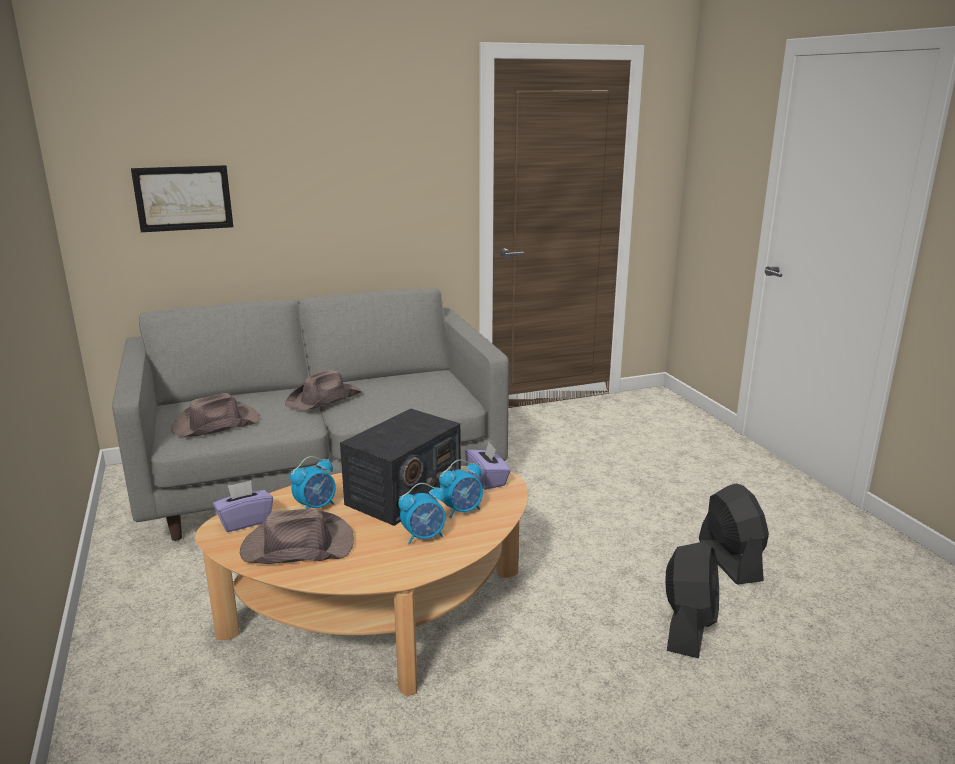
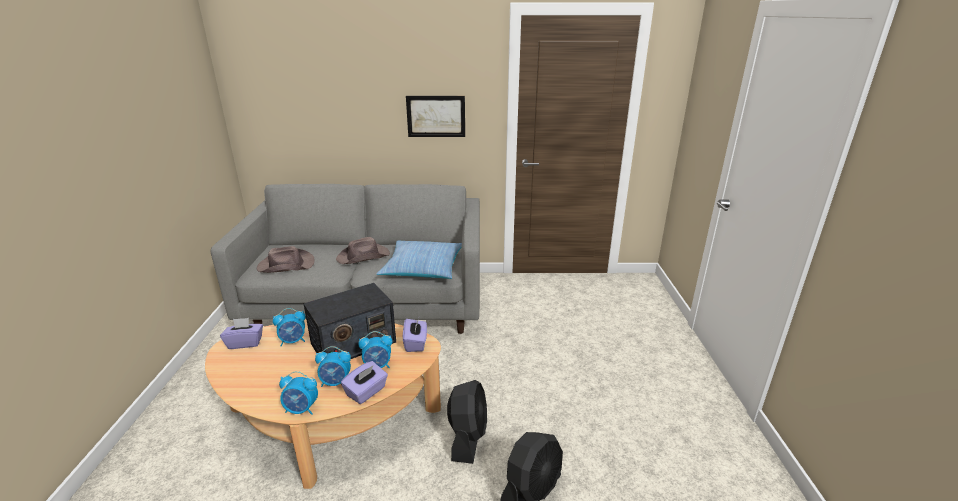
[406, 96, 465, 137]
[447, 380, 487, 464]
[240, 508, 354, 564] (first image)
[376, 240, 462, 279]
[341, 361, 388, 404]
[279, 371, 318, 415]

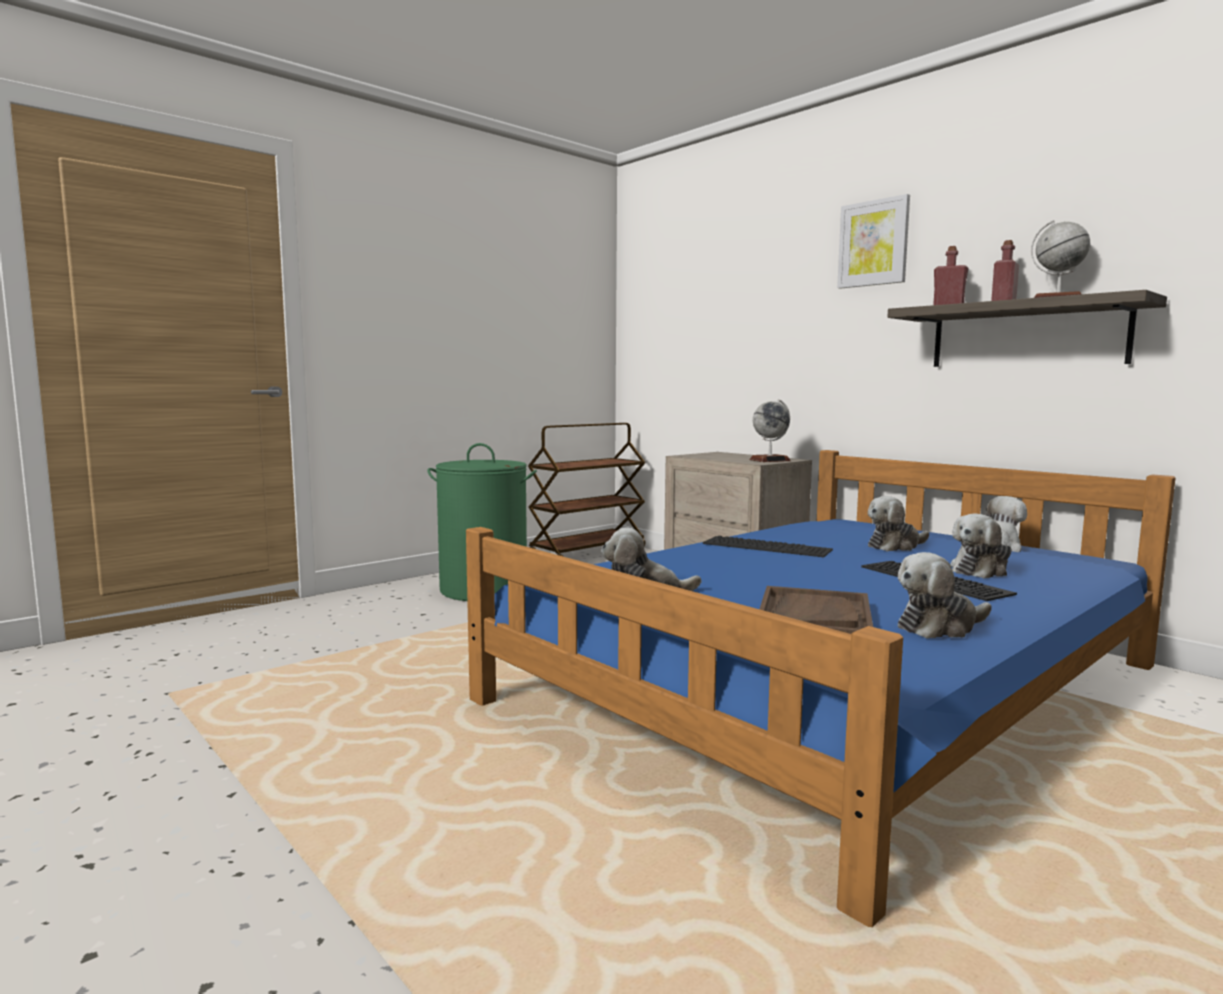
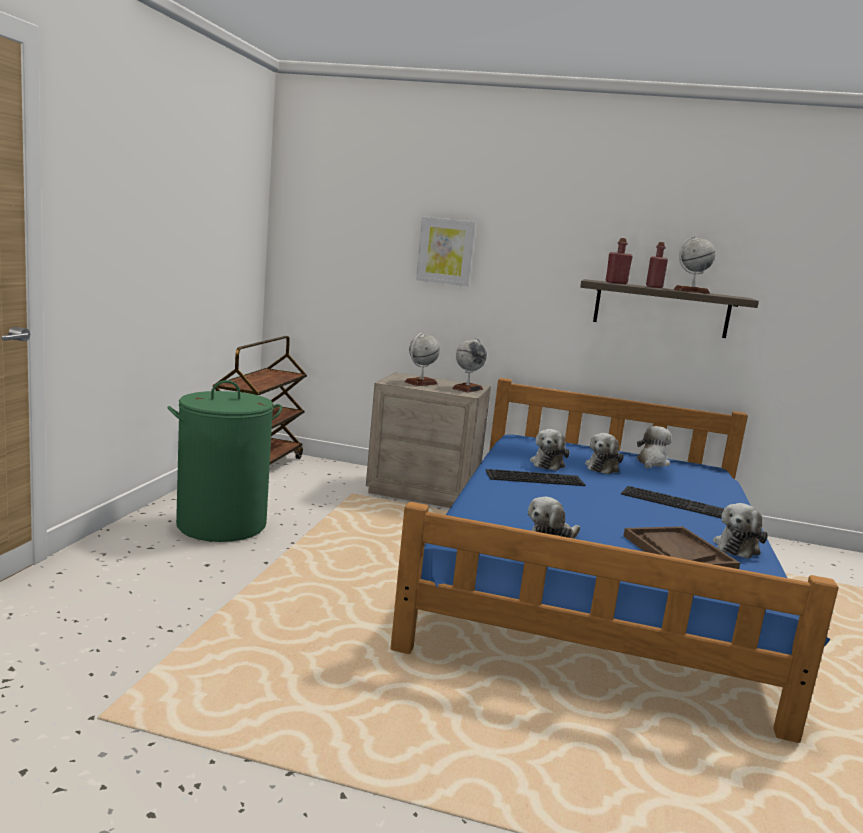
[416, 217, 476, 286]
[530, 429, 570, 471]
[405, 333, 440, 386]

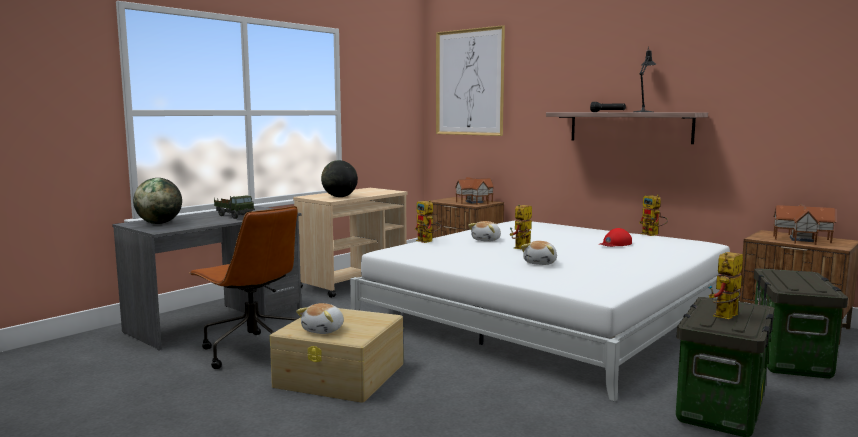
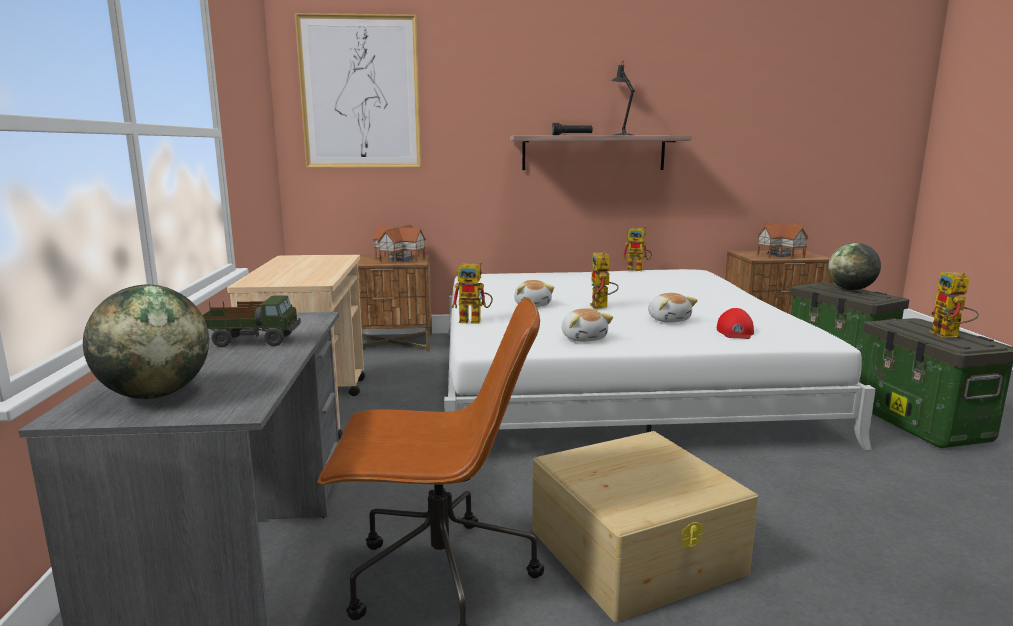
[828, 243, 881, 290]
[717, 308, 754, 339]
[562, 308, 613, 342]

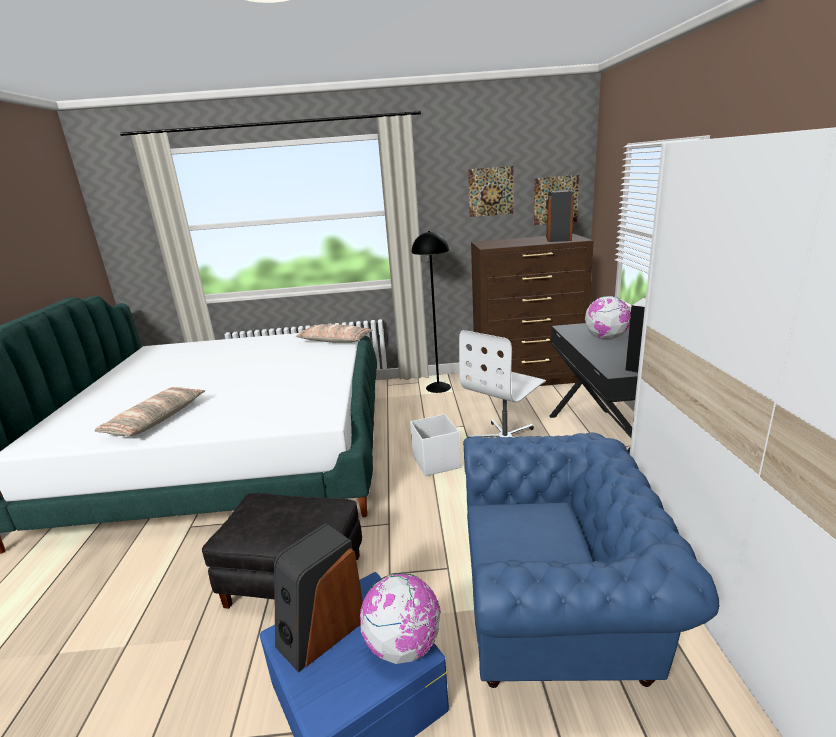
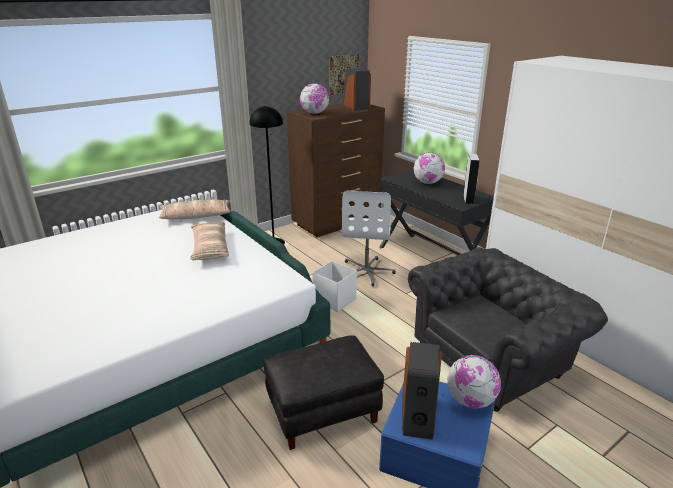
[468, 166, 513, 217] (first image)
[190, 222, 229, 260]
[408, 247, 608, 412]
[300, 84, 329, 114]

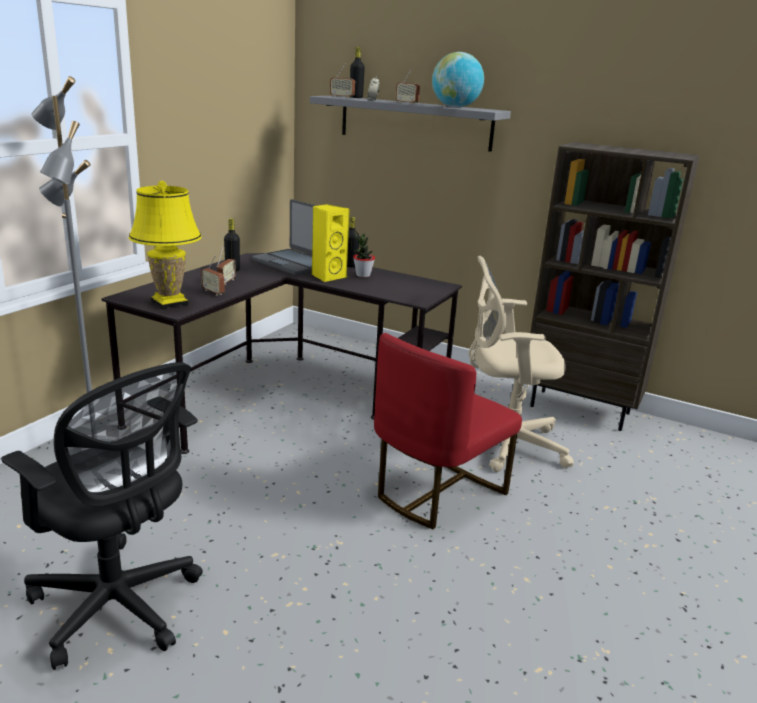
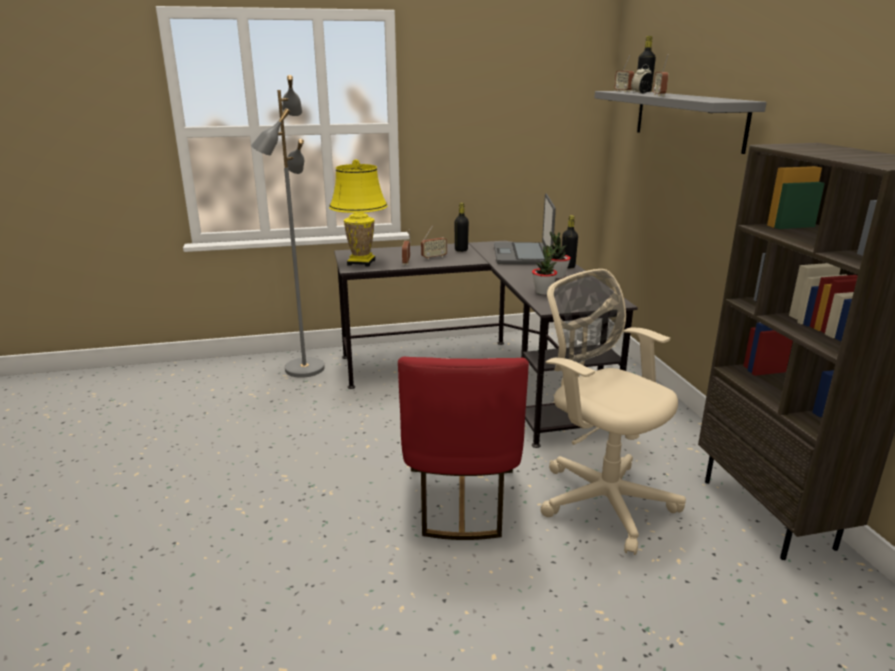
[432, 52, 484, 107] (first image)
[312, 204, 350, 282] (first image)
[398, 357, 529, 540]
[1, 362, 203, 670] (first image)
[532, 245, 558, 295]

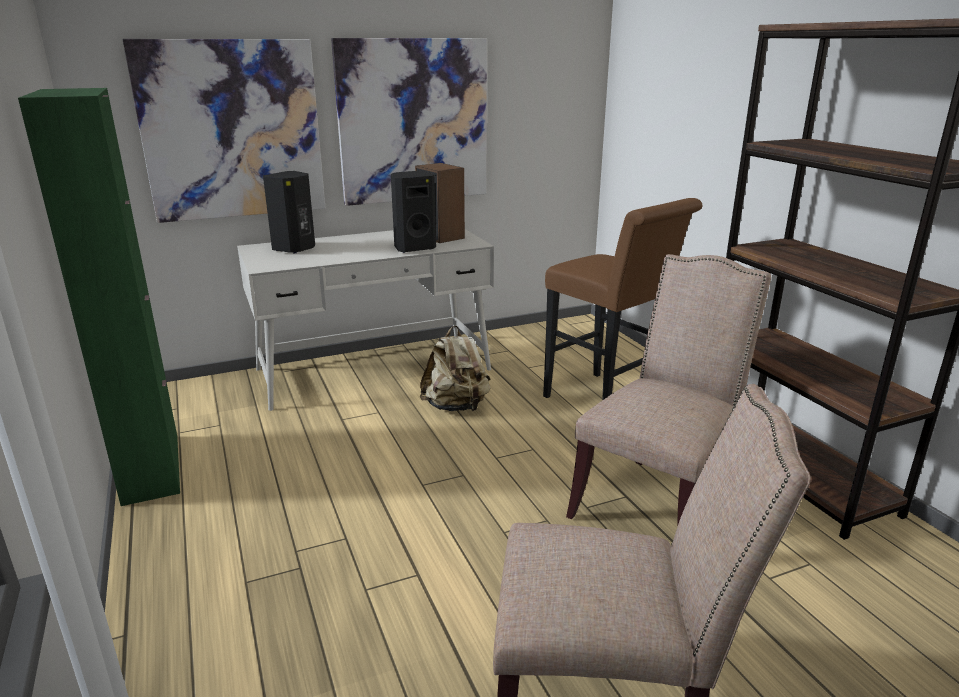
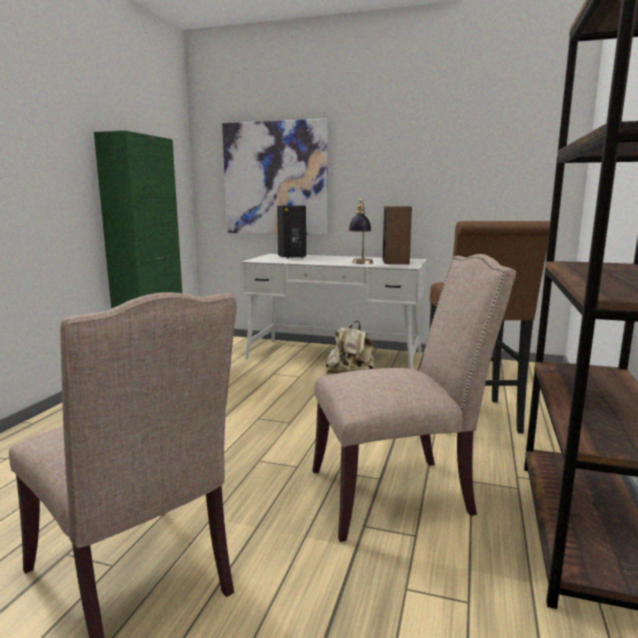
[331, 38, 487, 206] (first image)
[348, 199, 373, 264]

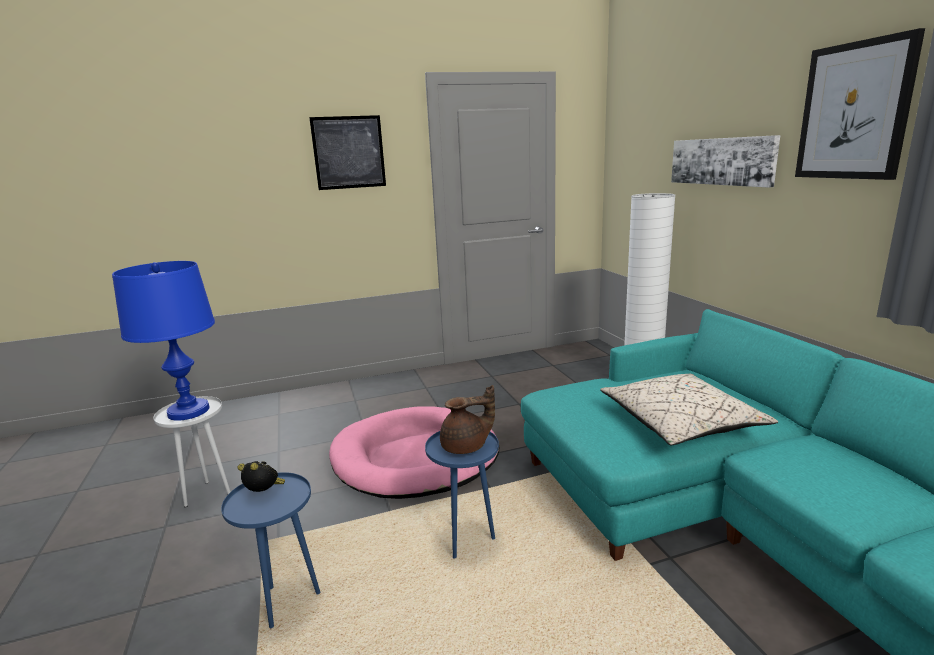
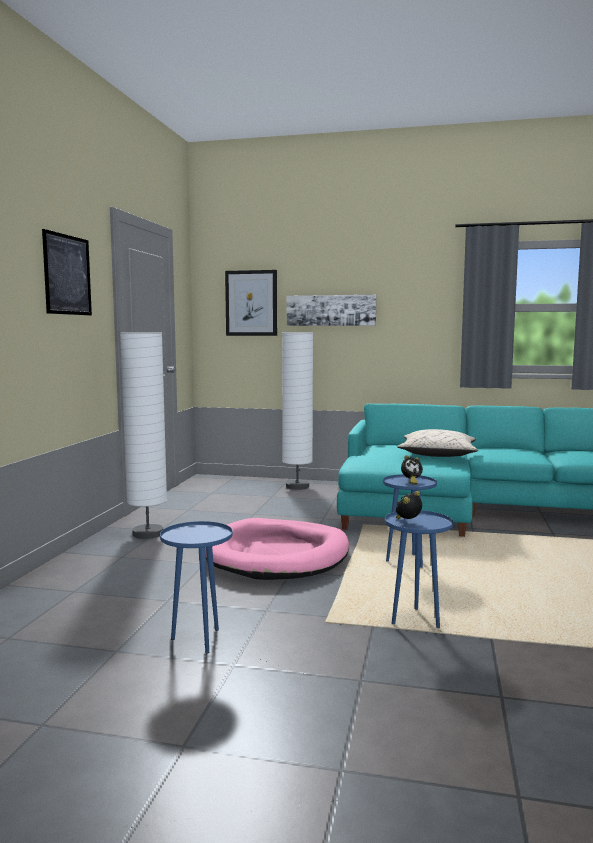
[225, 270, 277, 336]
[112, 261, 215, 421] (first image)
[401, 455, 423, 485]
[160, 521, 233, 654]
[120, 332, 167, 539]

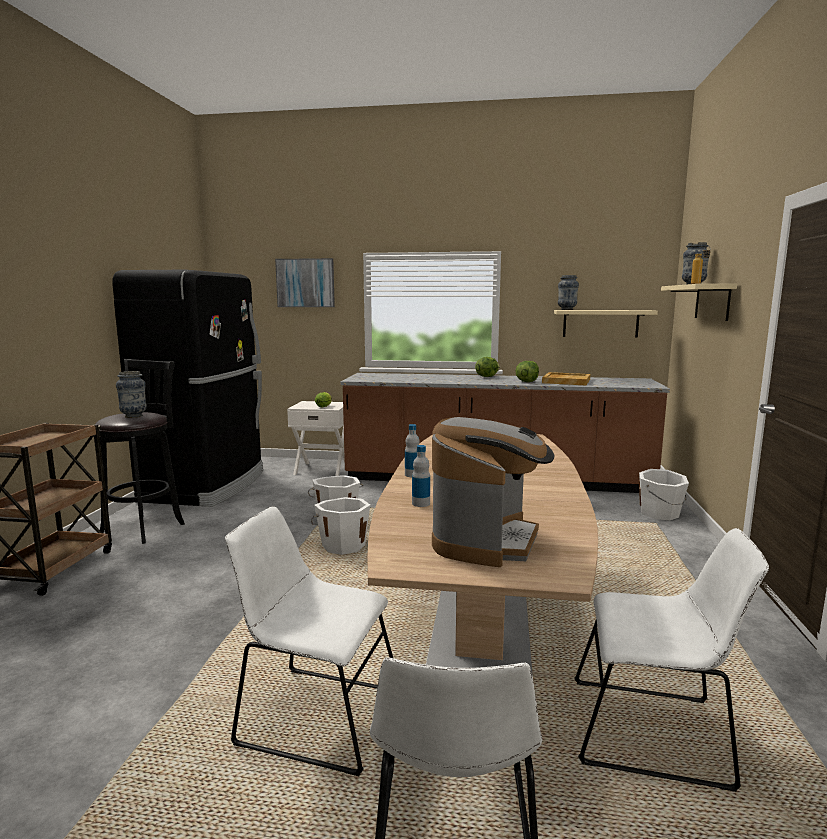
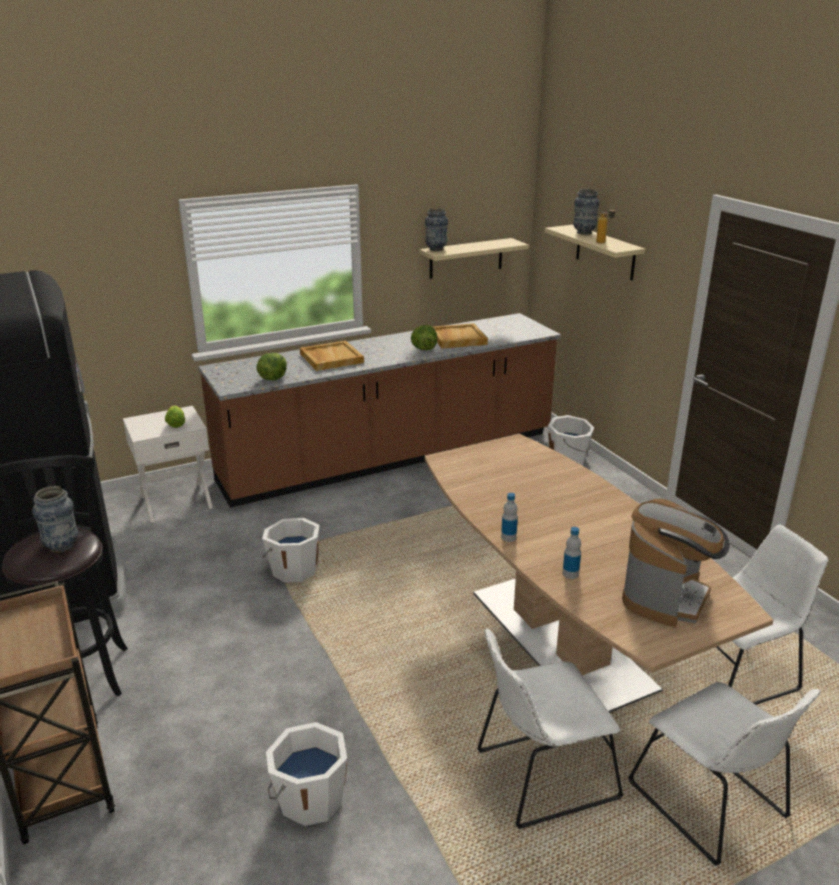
[275, 258, 335, 307] (first image)
[256, 353, 287, 380]
[622, 498, 730, 627]
[266, 722, 347, 826]
[300, 341, 364, 371]

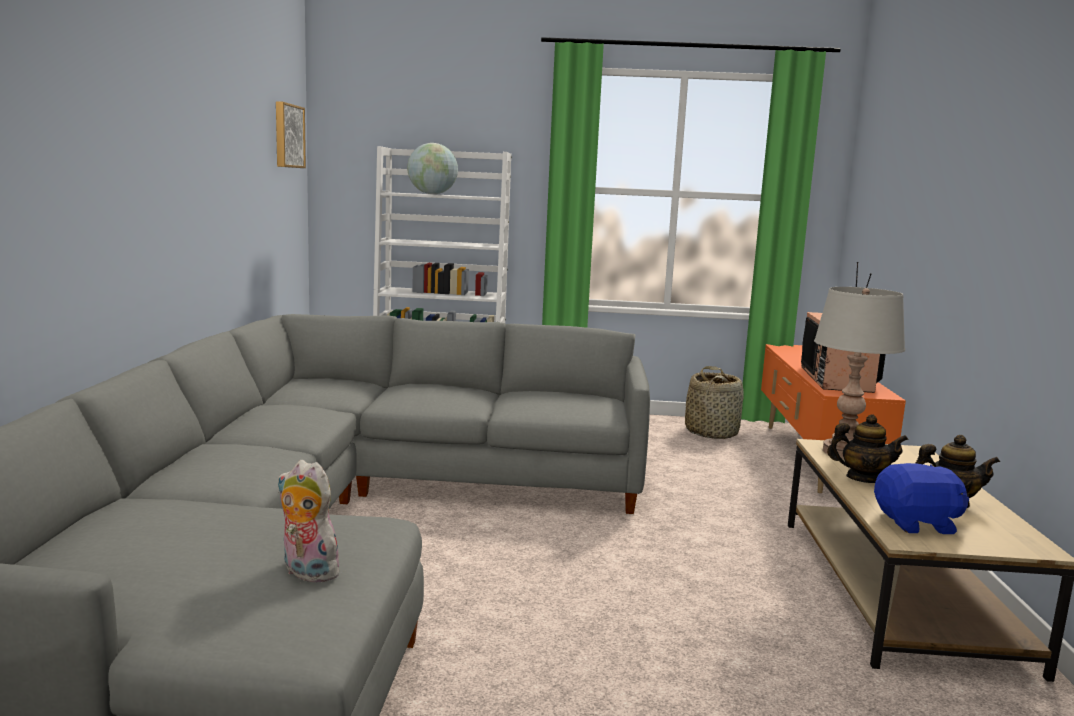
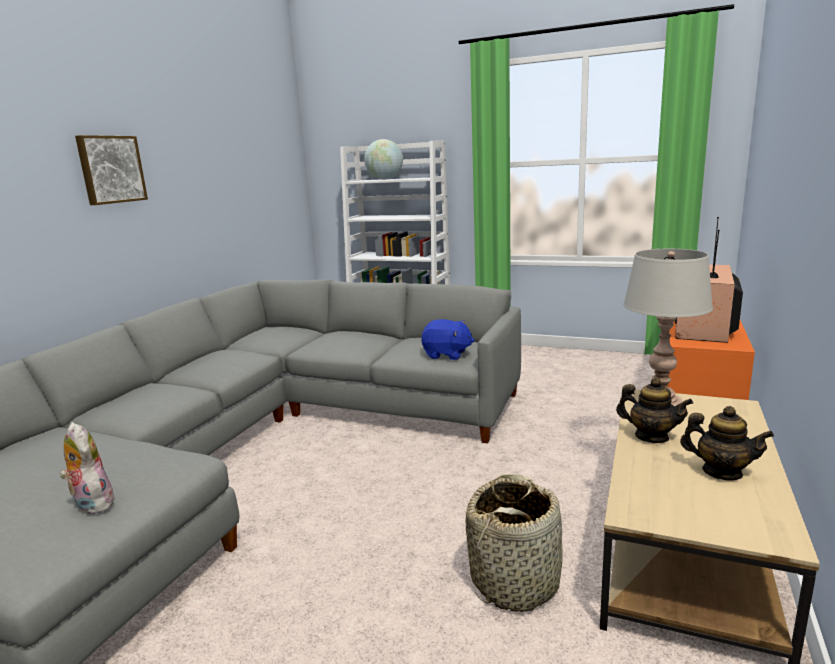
[75, 135, 148, 205]
[466, 474, 563, 612]
[421, 319, 475, 360]

